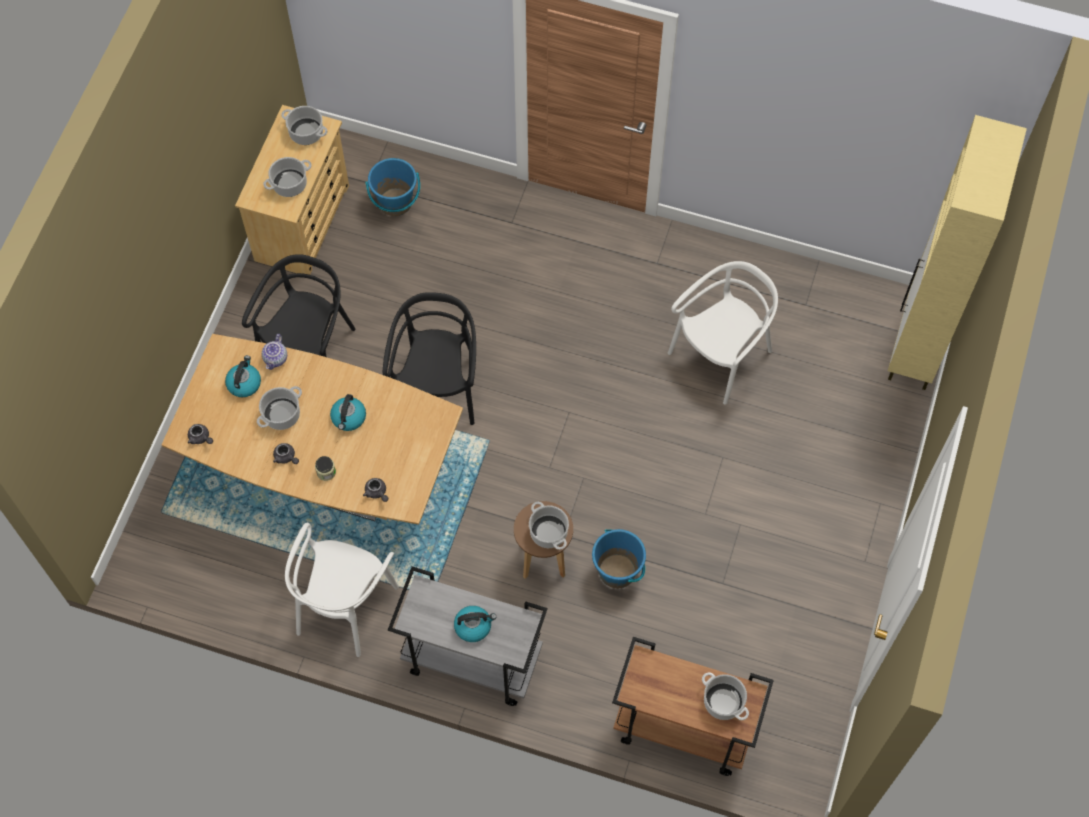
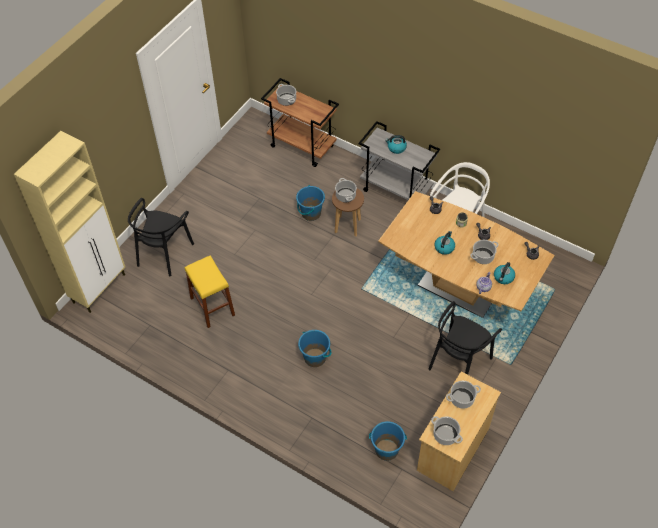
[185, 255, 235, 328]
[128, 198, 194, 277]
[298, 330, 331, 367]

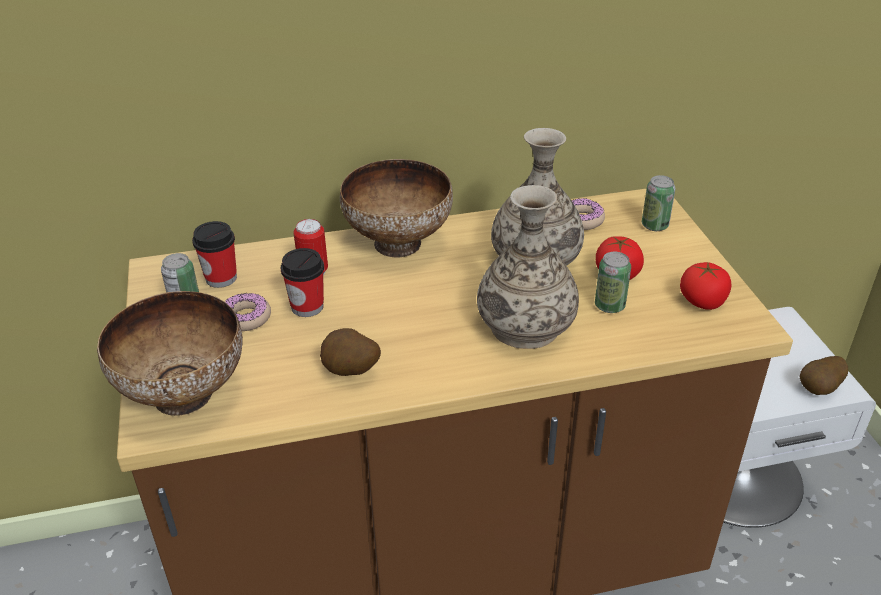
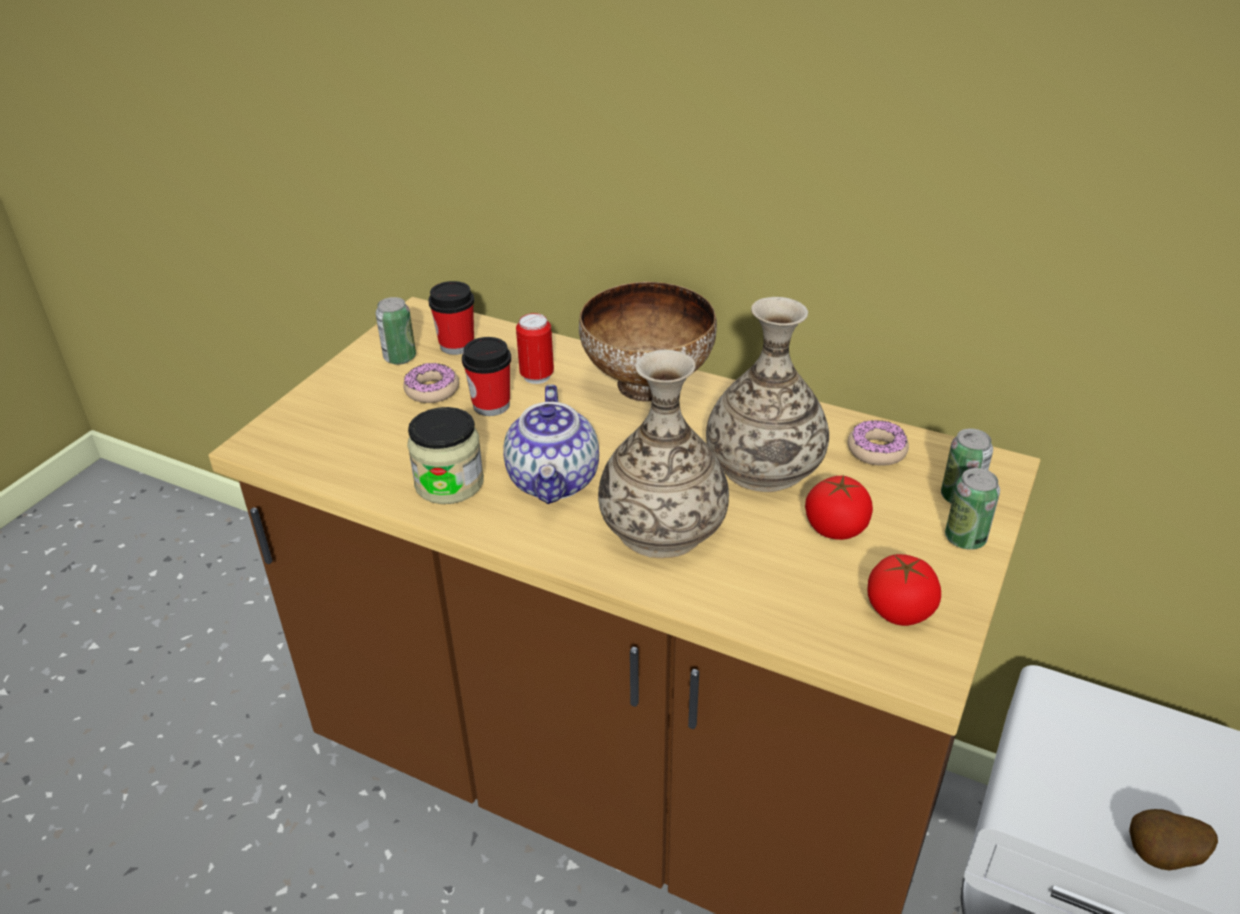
[945, 468, 1000, 550]
[97, 291, 243, 416] (first image)
[407, 407, 484, 504]
[503, 384, 599, 504]

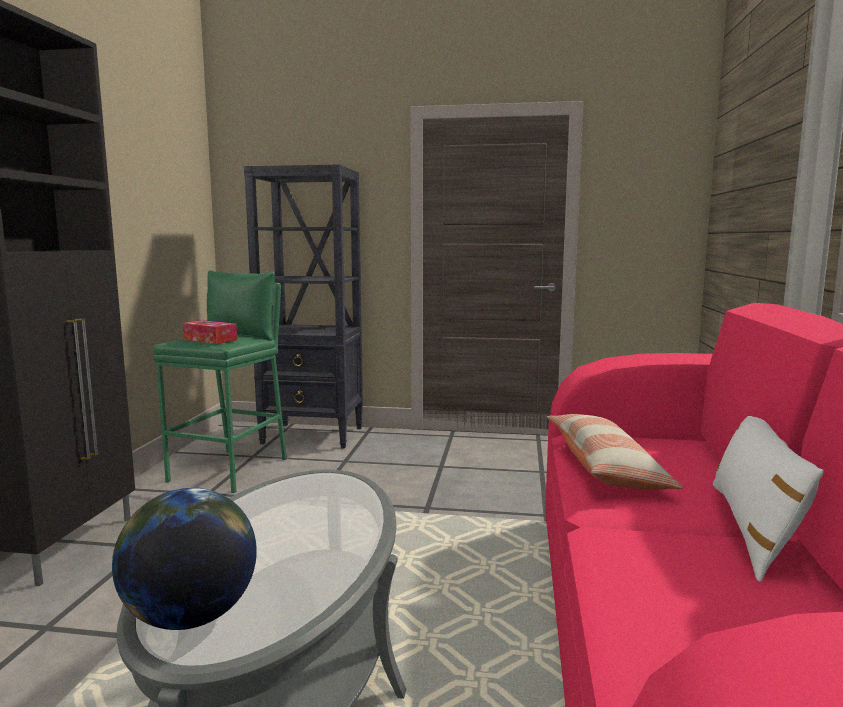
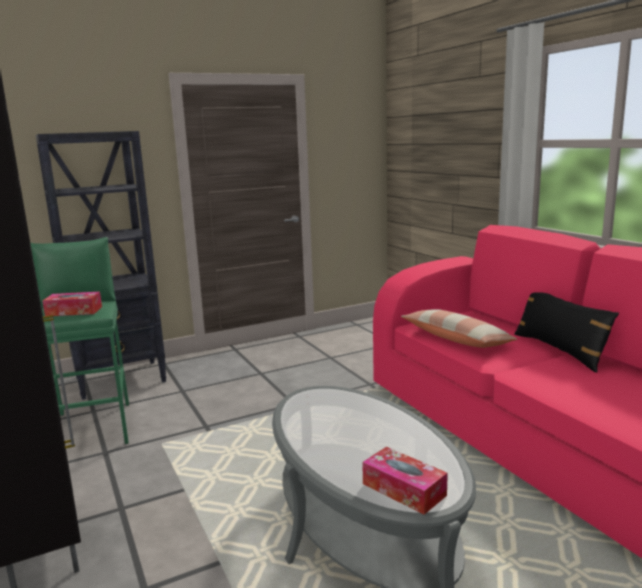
[514, 292, 619, 373]
[362, 447, 448, 515]

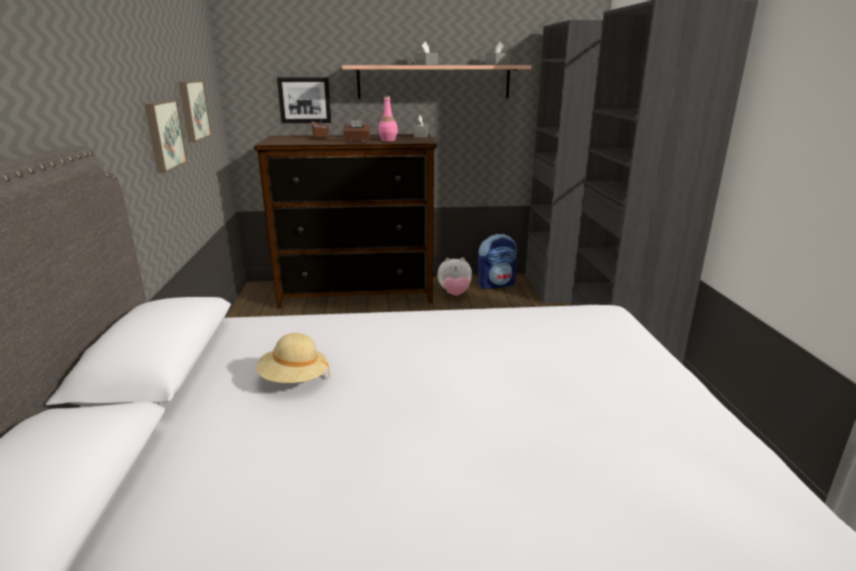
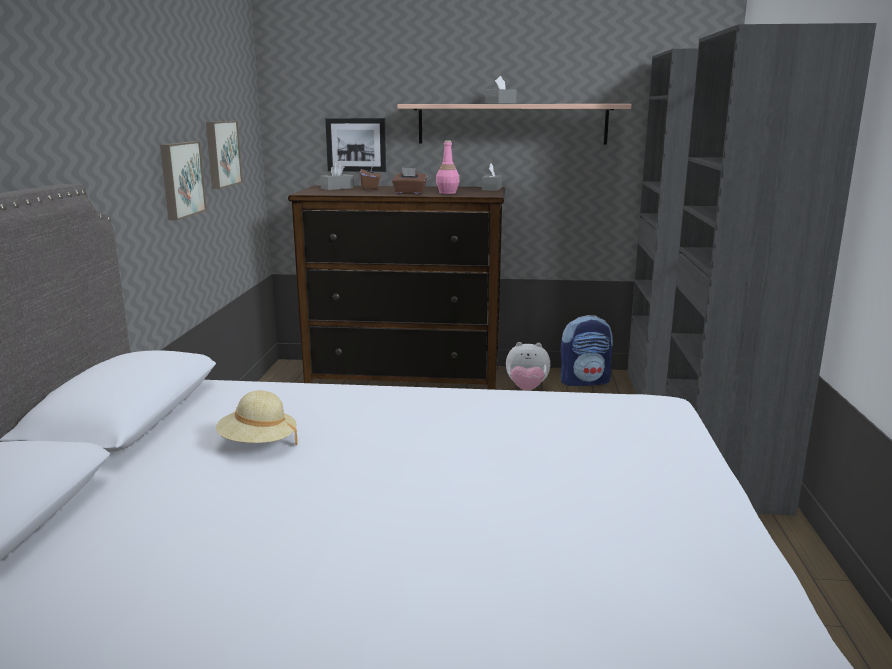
[320, 163, 354, 190]

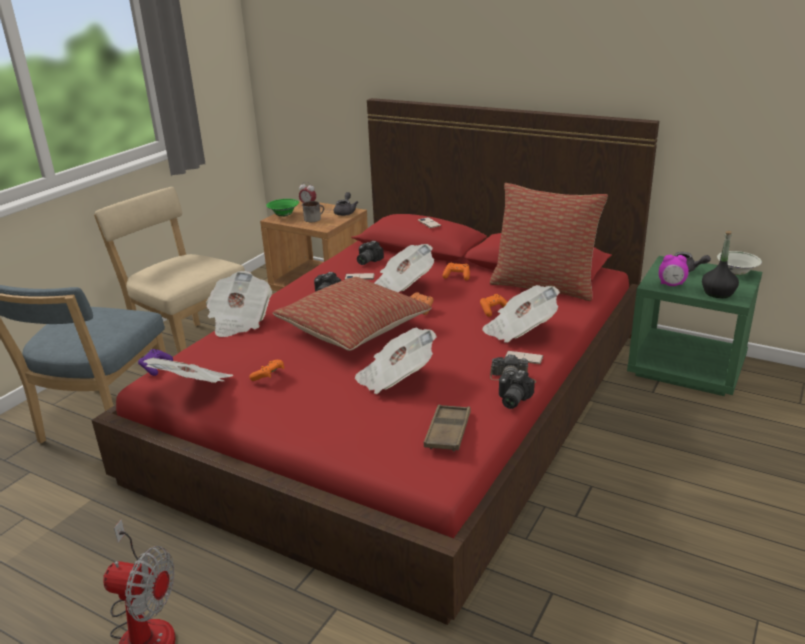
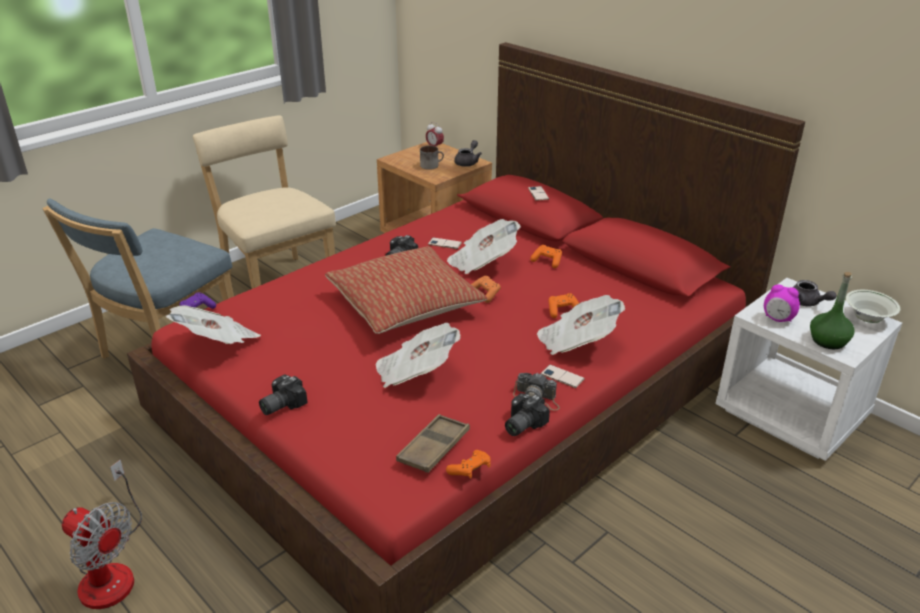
[490, 183, 608, 301] (first image)
[266, 199, 299, 217] (first image)
[810, 272, 855, 349]
[259, 375, 308, 415]
[715, 278, 902, 461]
[206, 271, 272, 337] (first image)
[446, 450, 491, 478]

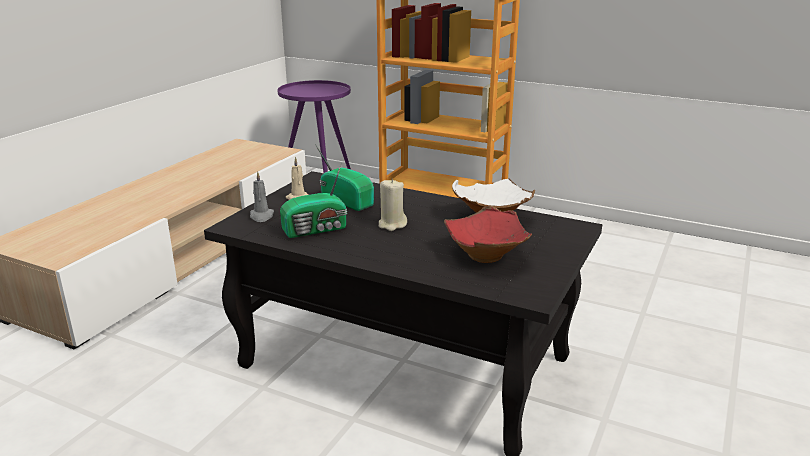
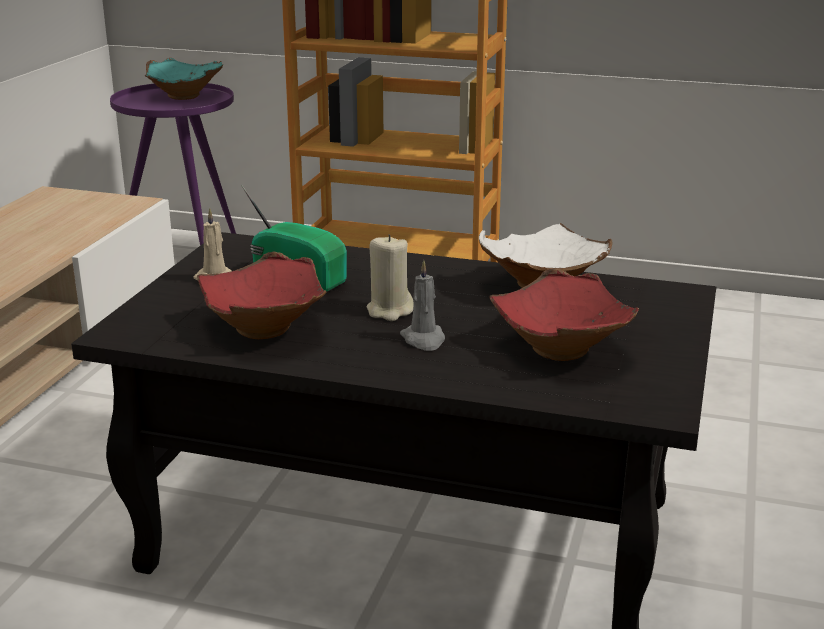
[197, 251, 326, 339]
[400, 260, 445, 351]
[145, 58, 223, 100]

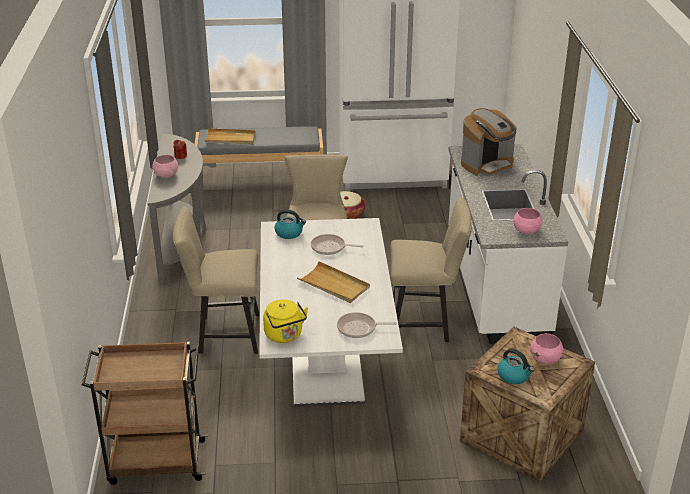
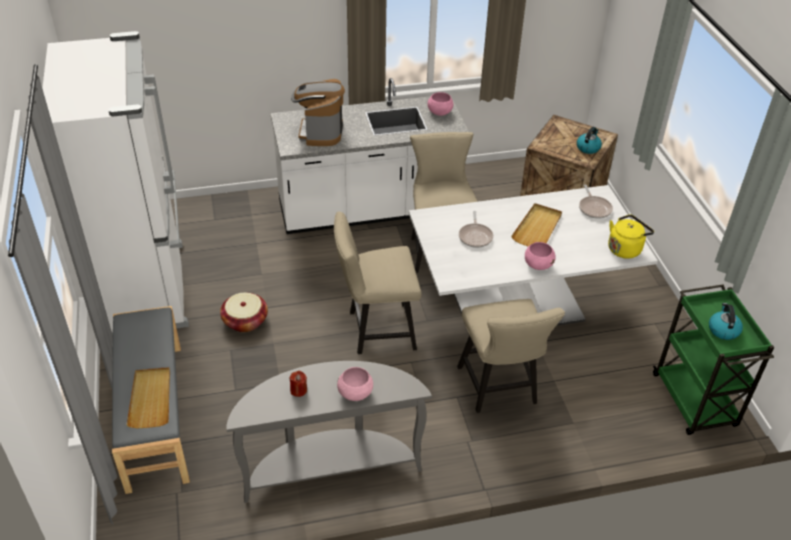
[291, 79, 345, 146]
[709, 303, 743, 340]
[525, 242, 556, 270]
[653, 284, 774, 435]

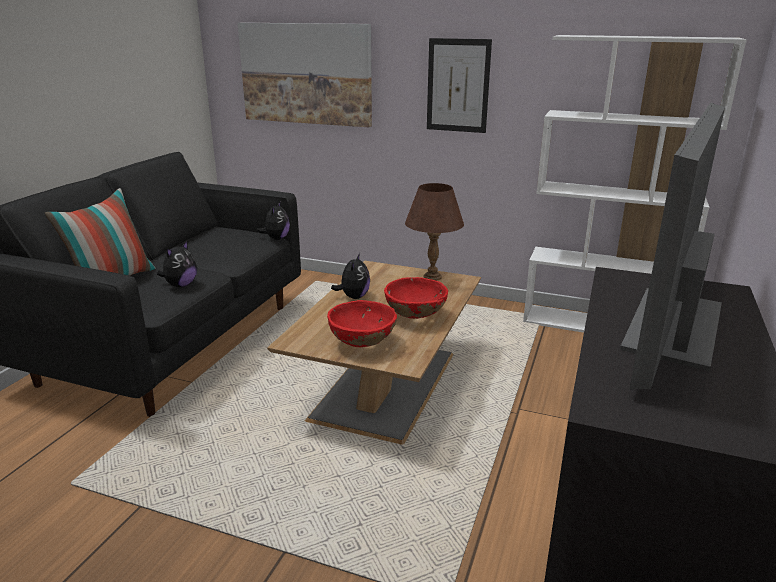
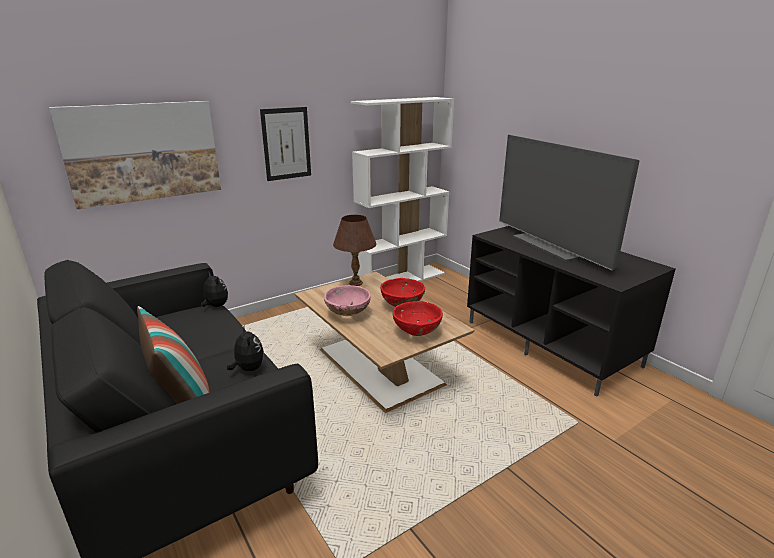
[324, 285, 371, 316]

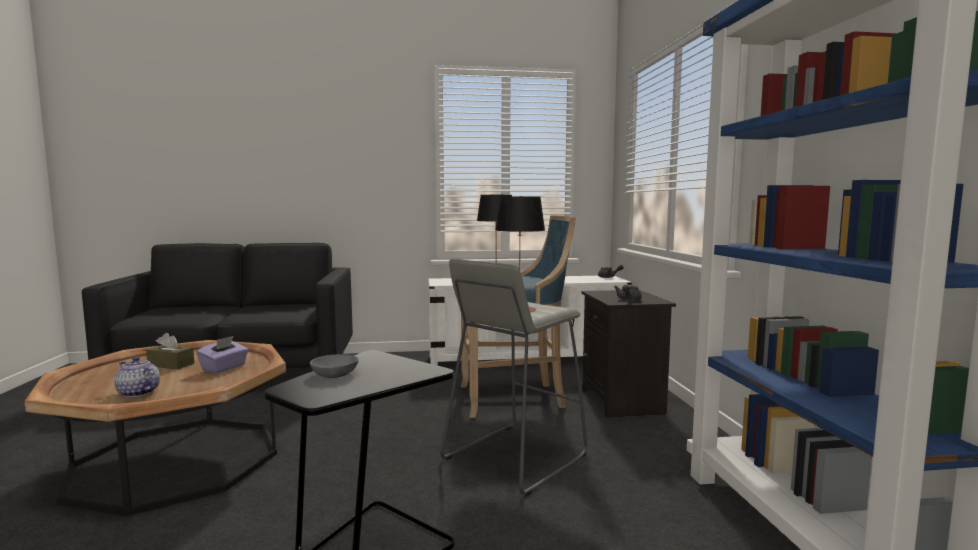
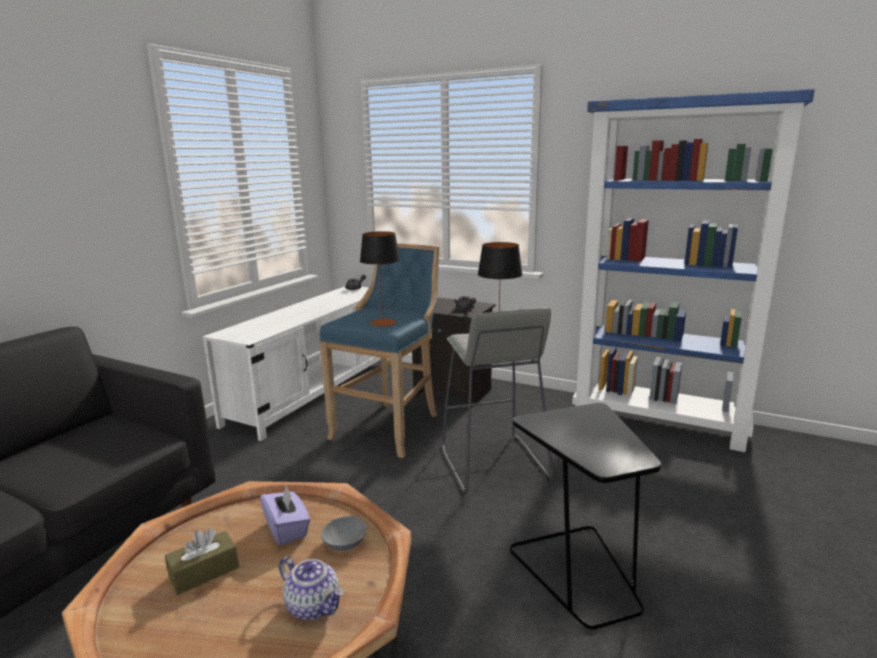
[321, 516, 366, 551]
[279, 557, 344, 620]

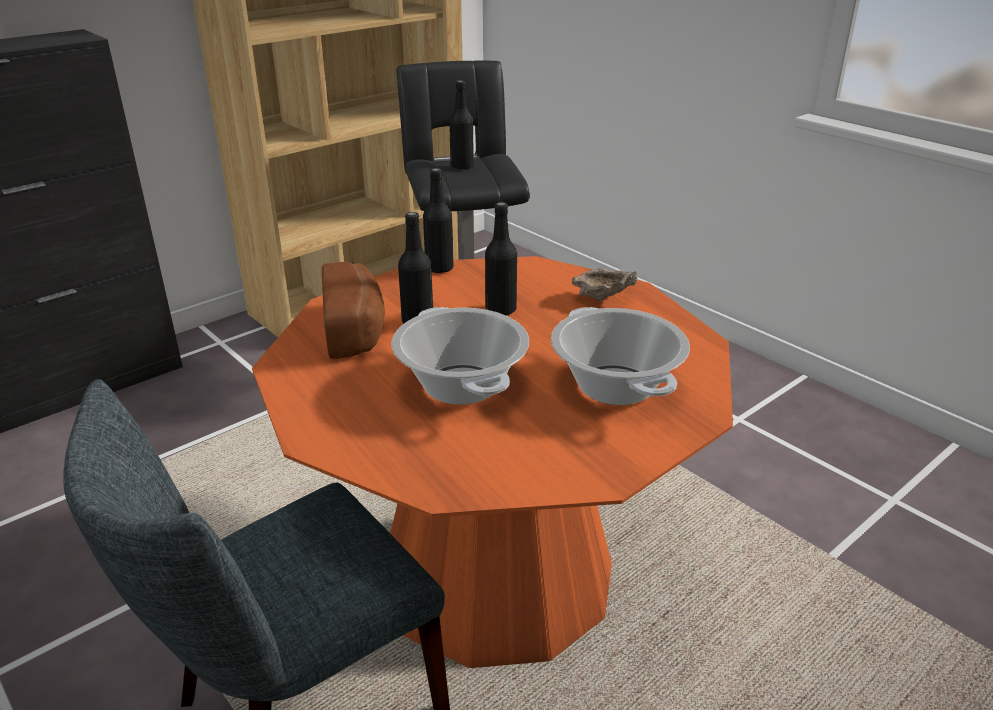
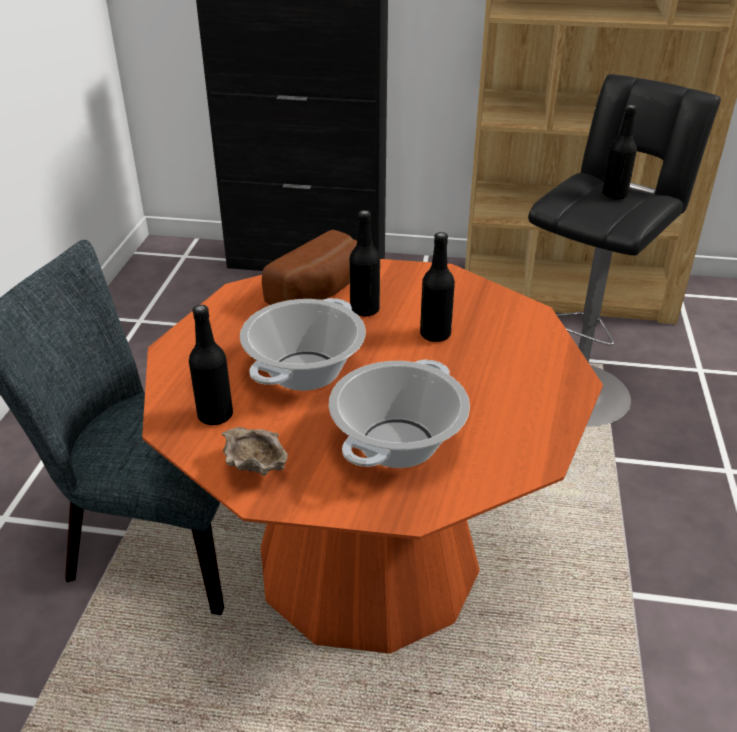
[189, 305, 233, 426]
[221, 427, 288, 477]

